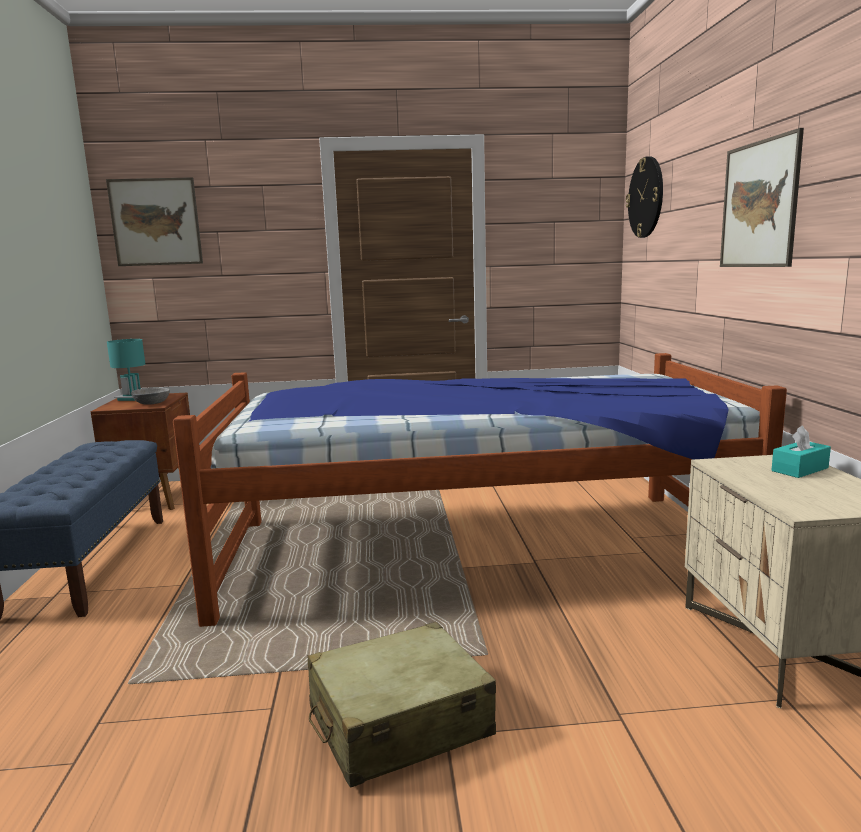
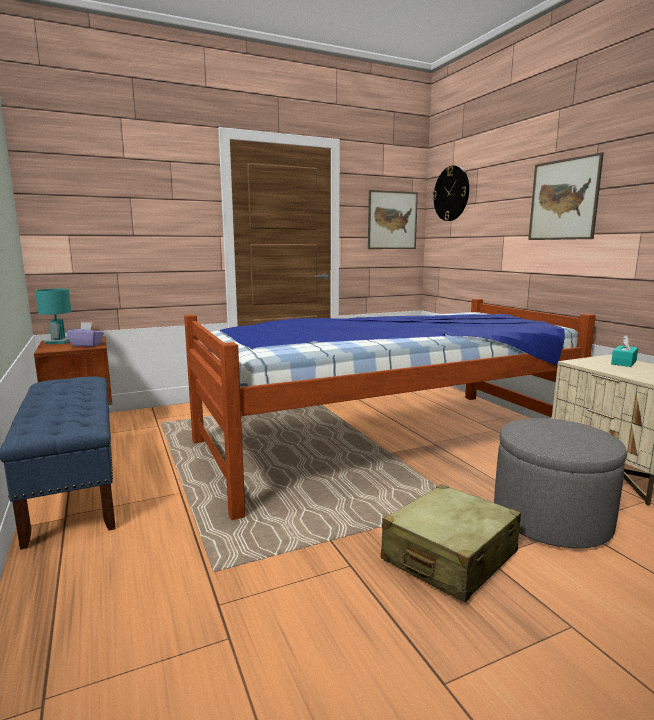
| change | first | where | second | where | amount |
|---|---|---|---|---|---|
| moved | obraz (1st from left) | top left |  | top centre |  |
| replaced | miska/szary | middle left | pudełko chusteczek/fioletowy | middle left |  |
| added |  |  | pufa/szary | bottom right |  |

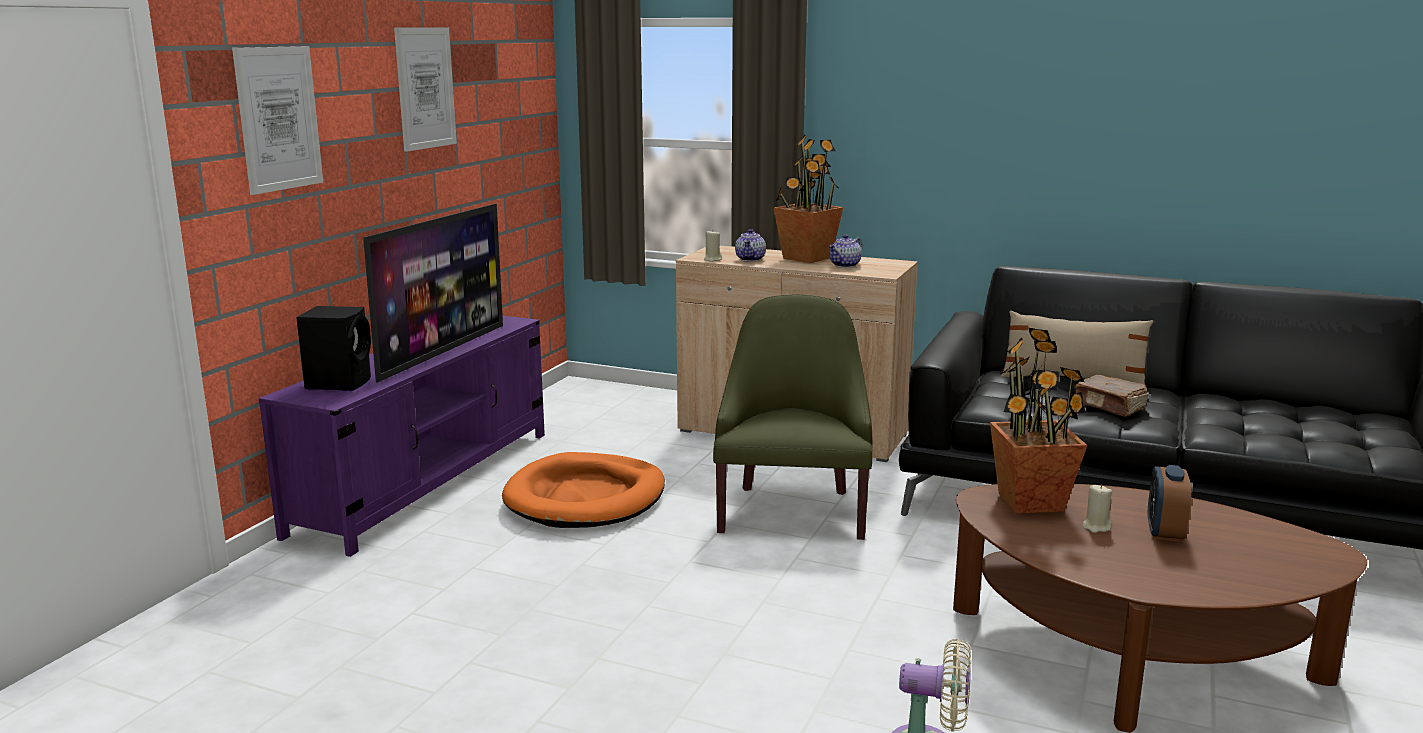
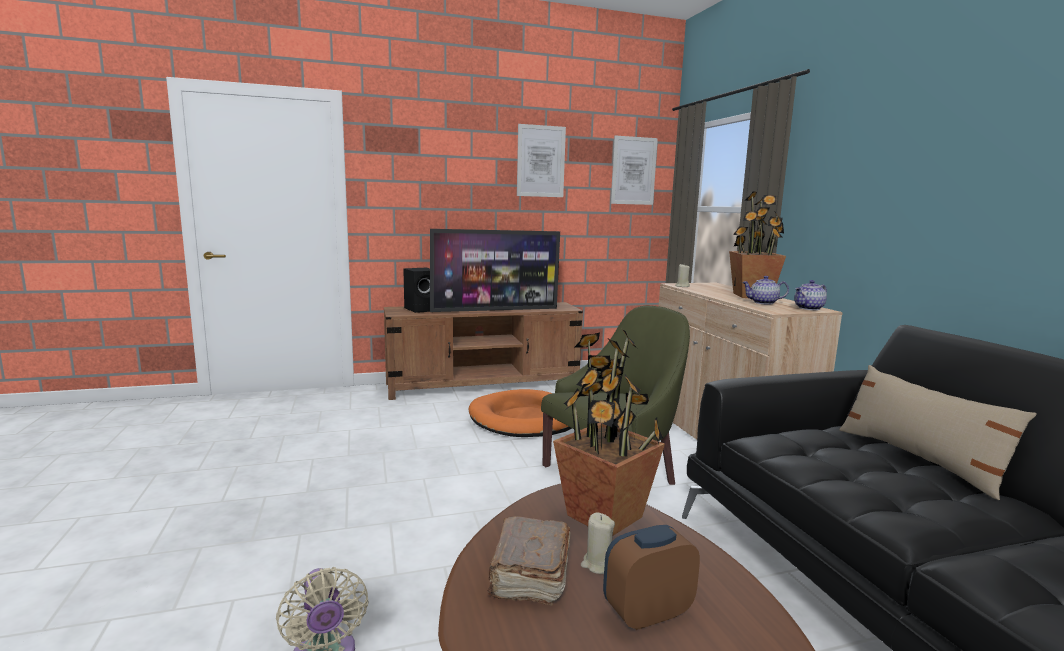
| change | first | where | second | where | amount |
|---|---|---|---|---|---|
| moved | obraz (1st from left in the first image) | top left | obraz (2nd from left) | top centre |  |
| recoloured | szafka pod telewizor/fioletowy | middle left | szafka pod telewizor/brązowy | centre |  |
| moved | imbryk (1st from left in the first image) | centre | imbryk (2nd from left) | middle right |  |
| moved | książka/brązowy | middle right |  | bottom centre |  |

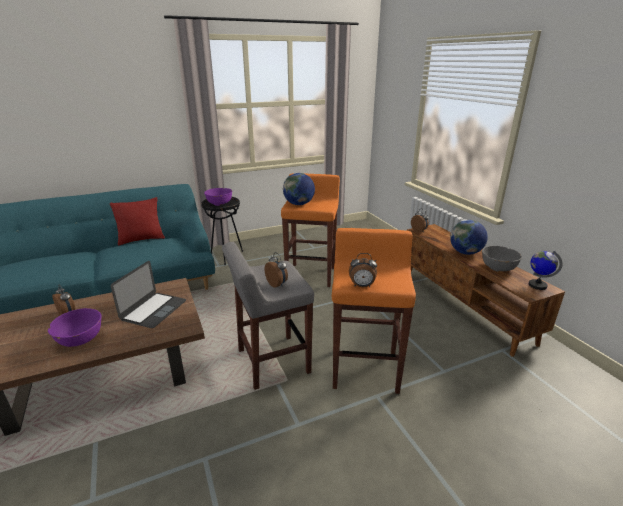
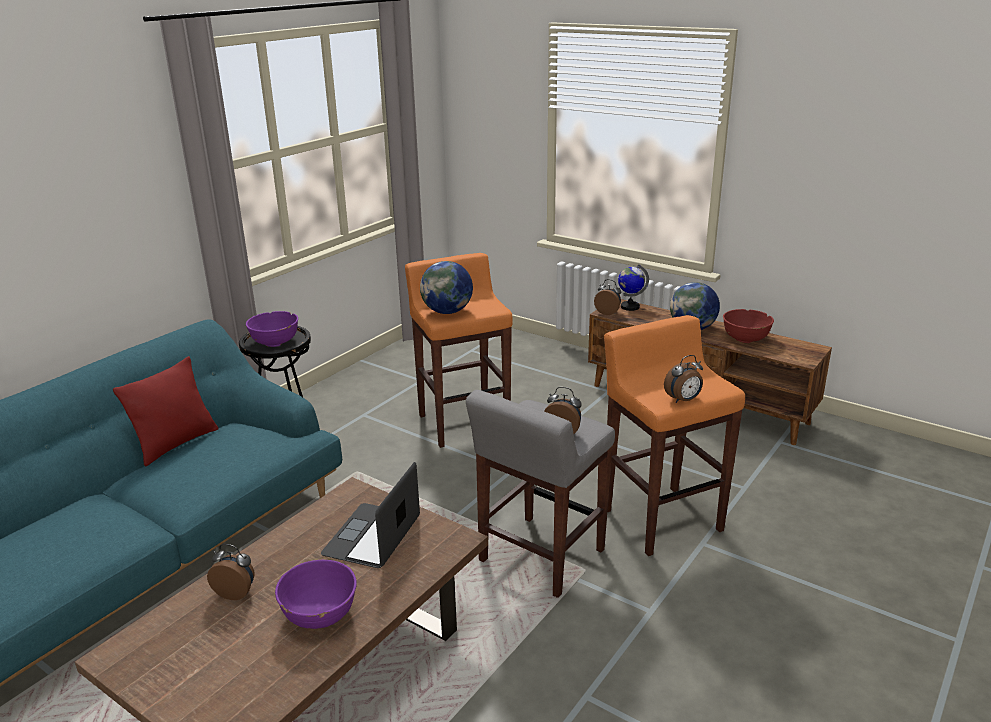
| change | first | where | second | where | amount |
|---|---|---|---|---|---|
| turned | laptop | middle left |  | bottom centre | 150 degrees counterclockwise |
| recoloured | miska/szary | middle right | miska/czerwony | middle right |  |
| moved | globus (3rd from left in the first image) | middle right | globus (2nd from left) | centre |  |

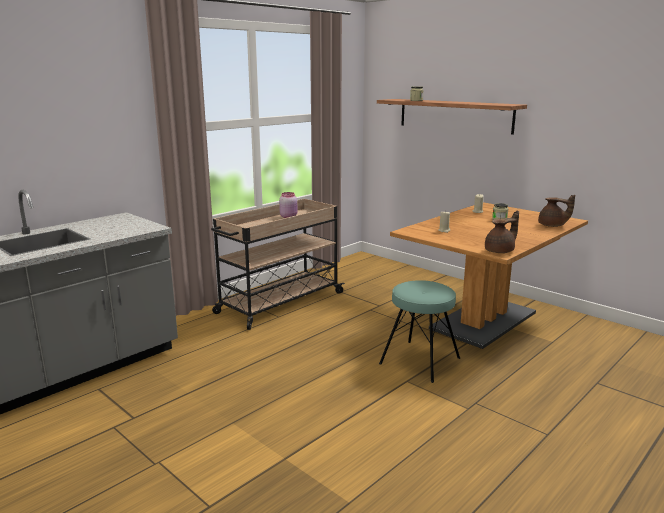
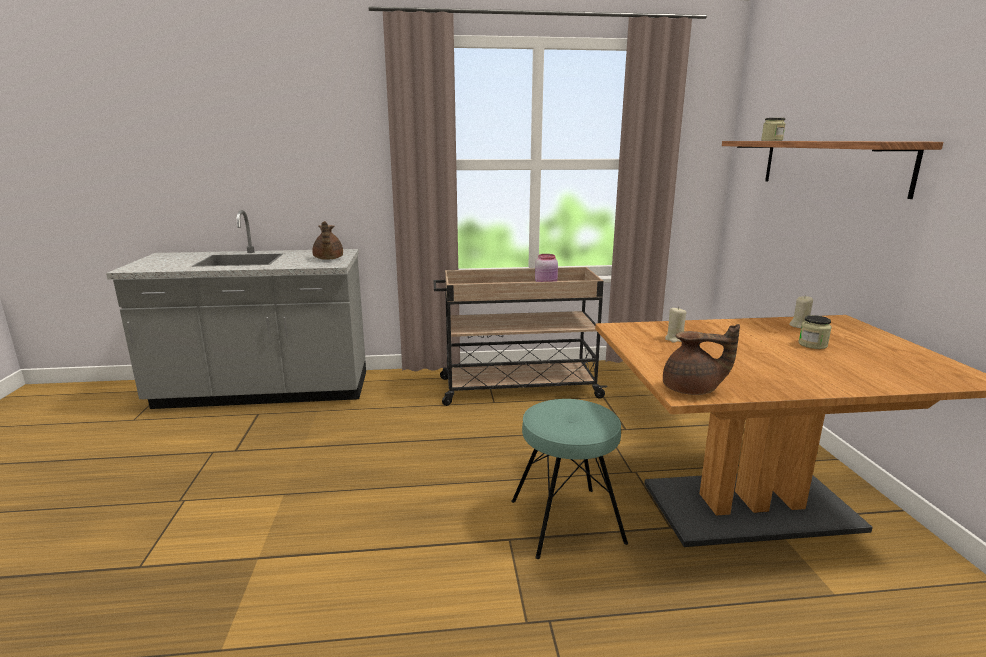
| change | first | where | second | where | amount |
|---|---|---|---|---|---|
| moved | imbryk/brązowy (2nd from left in the first image) | middle right | imbryk/brązowy (1st from left) | middle left |  |

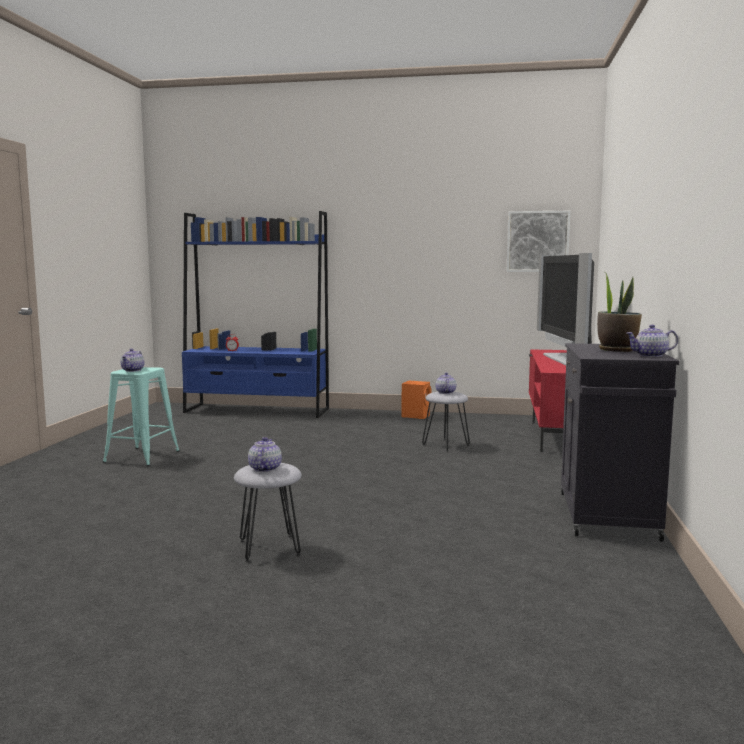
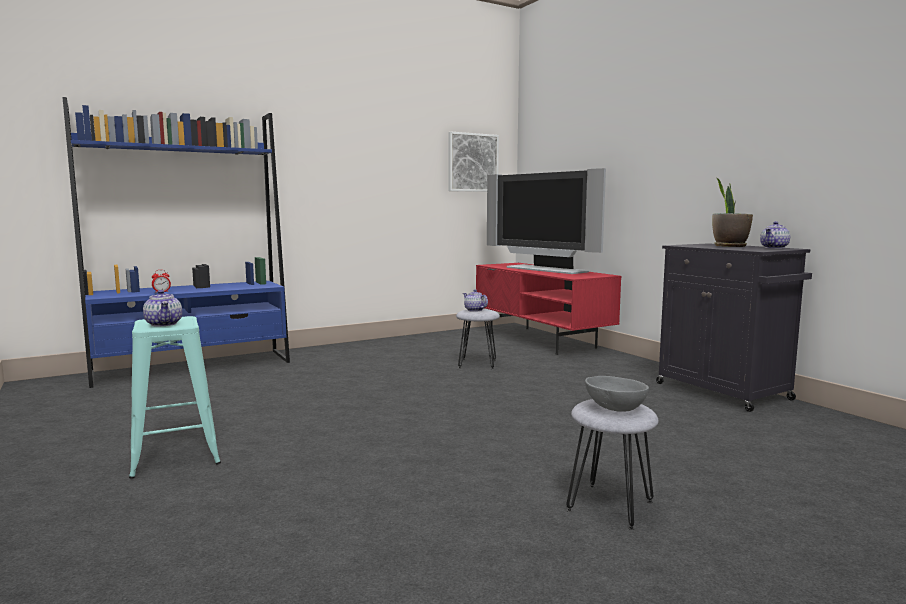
| change | first | where | second | where | amount |
|---|---|---|---|---|---|
| replaced | imbryk (2nd from left) | centre | miska/szary | middle right |  |
| removed | głośnik/pomarańczowy | centre |  |  |  |

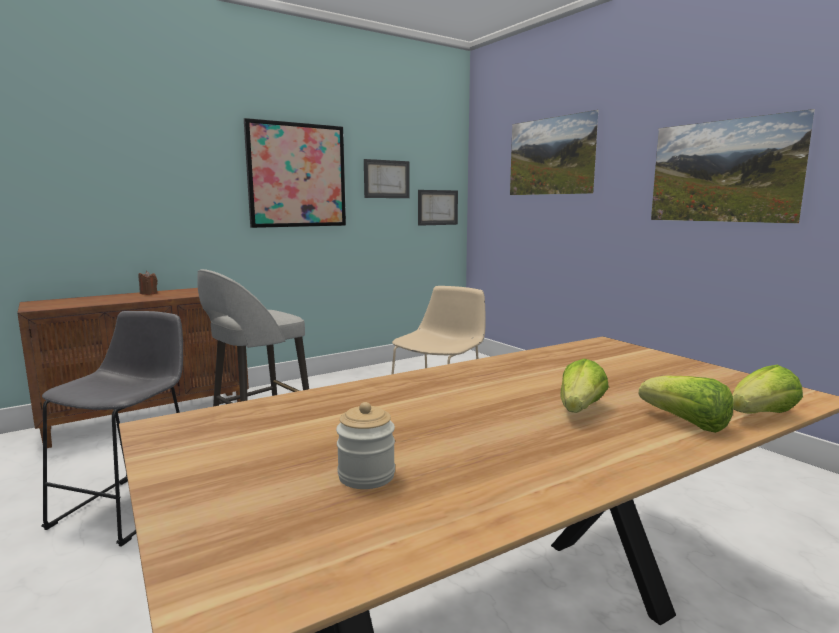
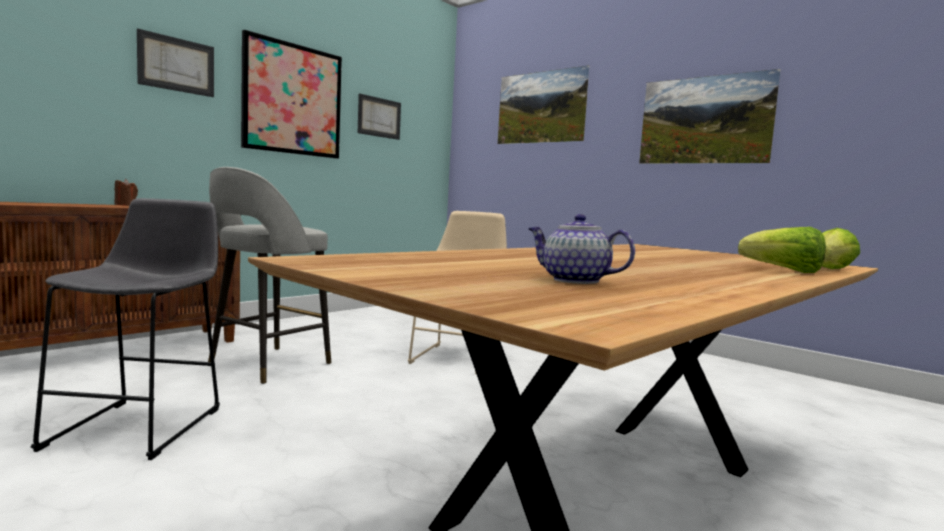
| change | first | where | second | where | amount |
|---|---|---|---|---|---|
| replaced | słoik | bottom centre | imbryk | centre |  |
| moved | obraz (3rd from left in the first image) | top centre | obraz (1st from left) | top left |  |
| removed | sałata (1st from left) | middle right |  |  |  |

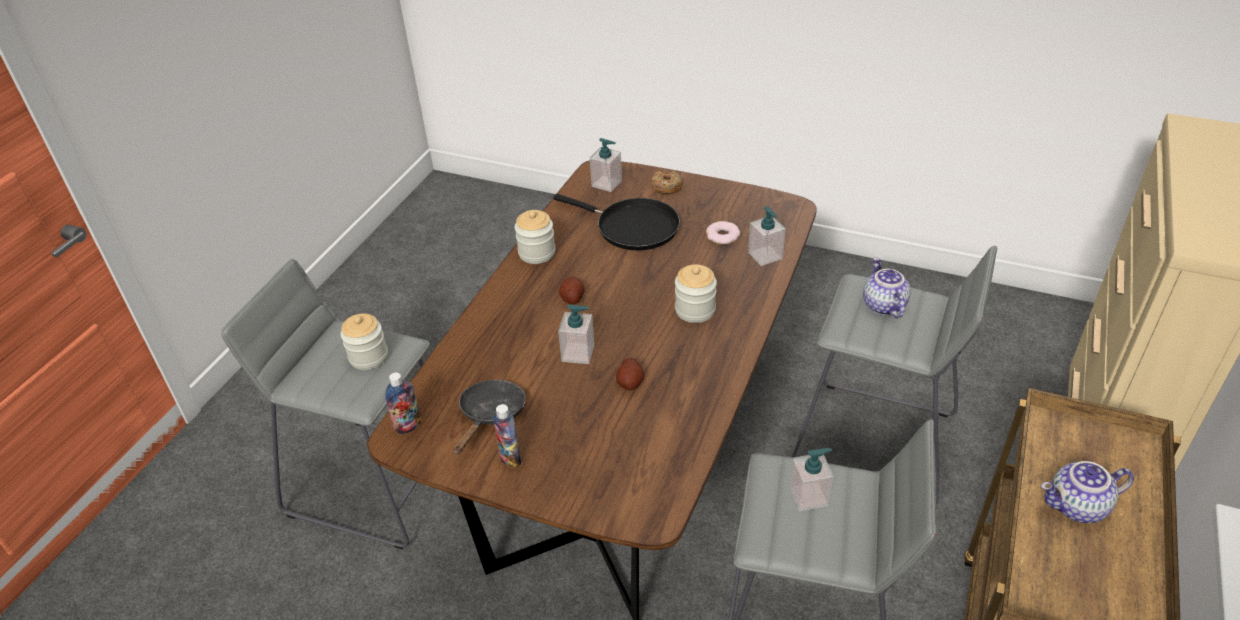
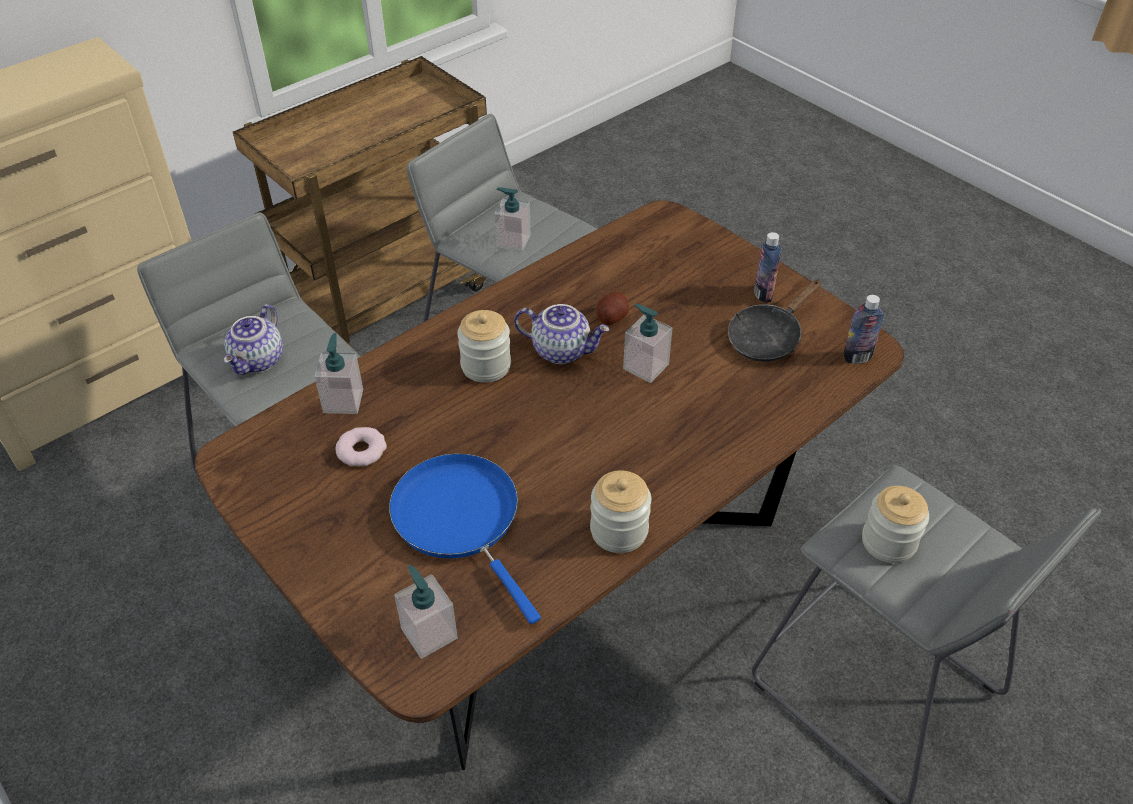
| change | first | where | second | where | amount |
|---|---|---|---|---|---|
| recoloured | patelnia/czarny (2nd from left) | centre | patelnia/niebieski | bottom centre |  |
| removed | ziemniak (1st from left) | centre |  |  |  |
| removed | donut (1st from left) | top centre |  |  |  |
| moved | imbryk (2nd from left) | bottom right |  | centre |  |

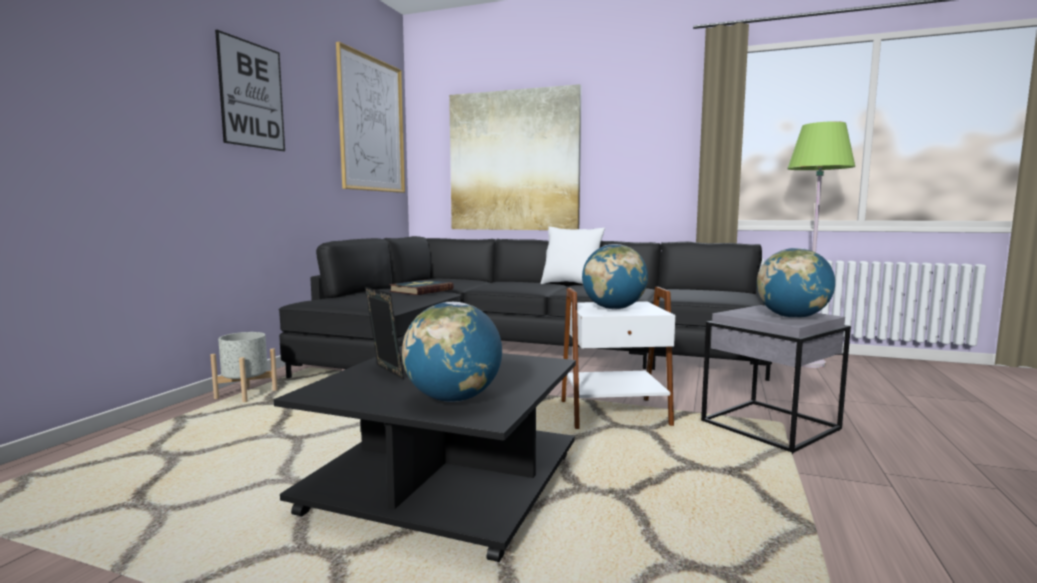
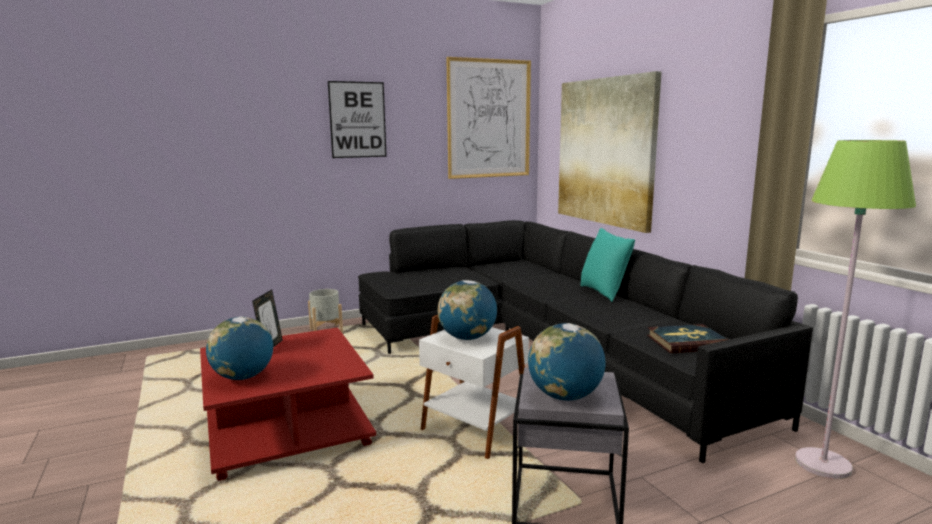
| change | first | where | second | where | amount |
|---|---|---|---|---|---|
| recoloured | ława/czarny | bottom centre | ława/czerwony | bottom left |  |
| moved | książka | centre |  | middle right |  |
| recoloured | poduszka/biały | centre | poduszka/turkusowy | centre |  |

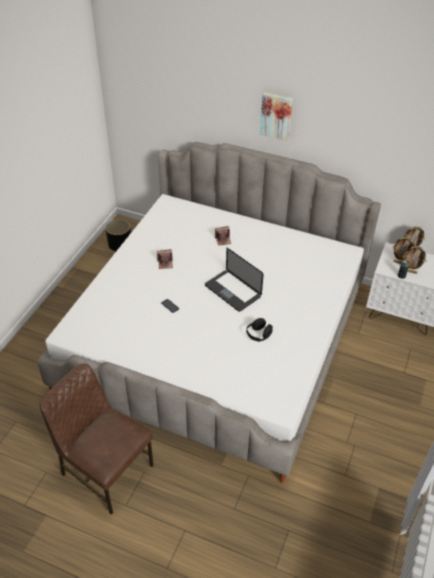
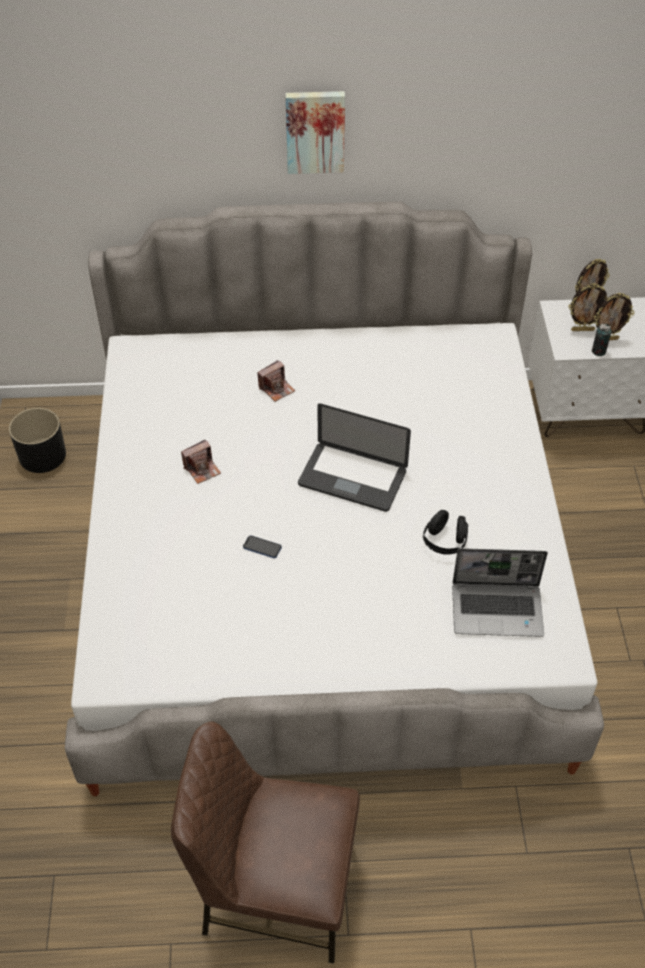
| change | first | where | second | where | amount |
|---|---|---|---|---|---|
| added |  |  | laptop (2nd from left) | middle right |  |

